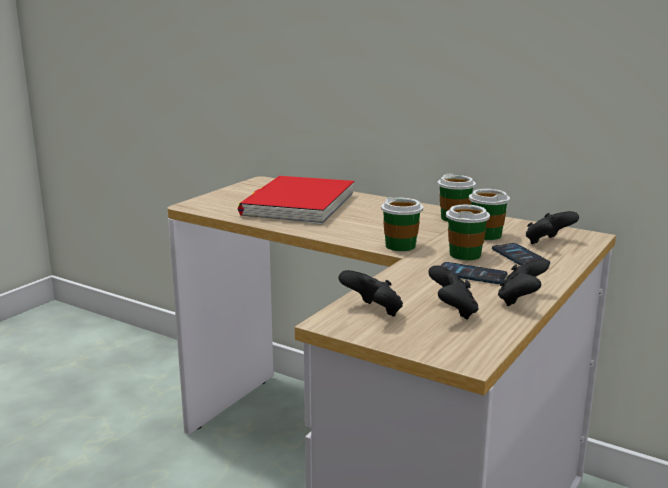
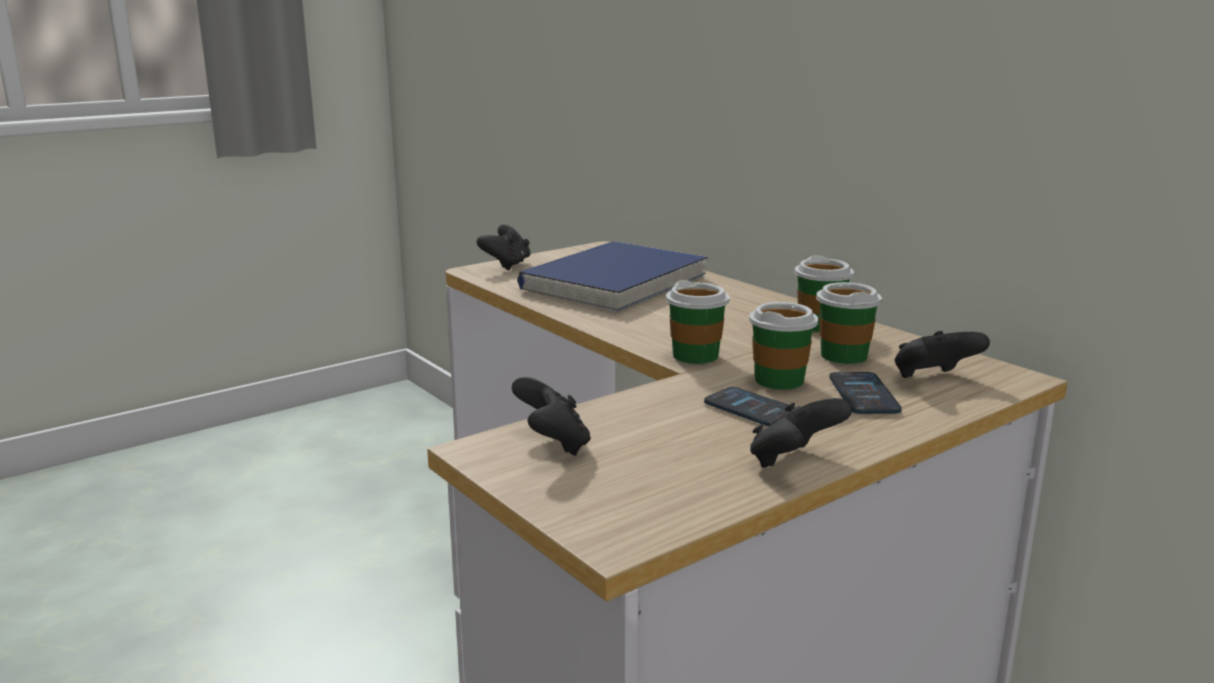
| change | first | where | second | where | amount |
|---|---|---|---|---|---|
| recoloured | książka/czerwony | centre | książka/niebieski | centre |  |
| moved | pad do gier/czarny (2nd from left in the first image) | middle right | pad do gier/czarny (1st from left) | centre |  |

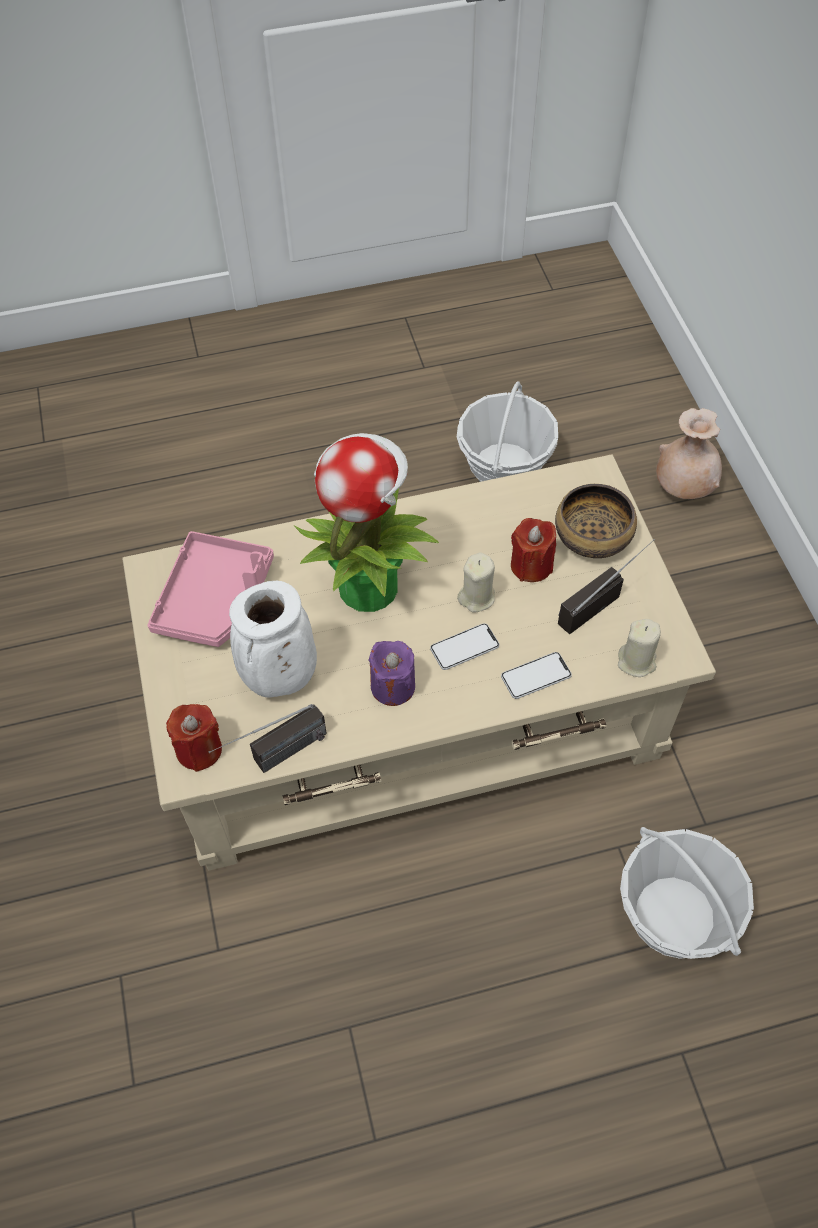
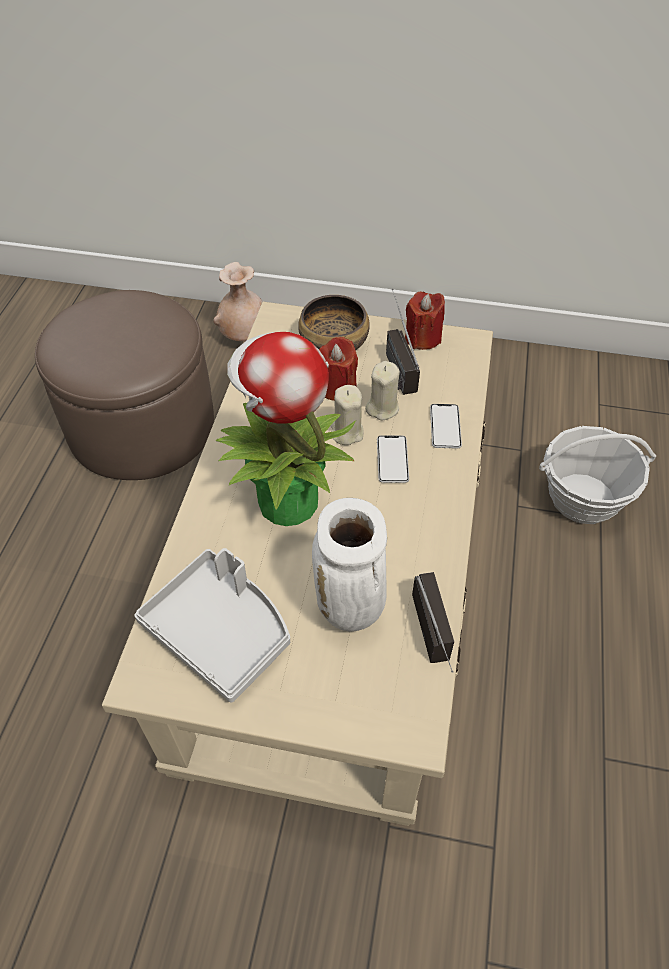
| change | first | where | second | where | amount |
|---|---|---|---|---|---|
| recoloured | taca/różowy | middle left | taca/szary | middle left |  |
| moved | świeca/czerwony (1st from left in the first image) | middle left | świeca/czerwony (2nd from left) | top centre |  |
| removed | świeca/fioletowy | centre |  |  |  |
| replaced | koszyk (1st from left) | centre | pufa/brązowy | middle left |  |
| moved | świeca/beżowy (2nd from left) | middle right |  | centre |  |

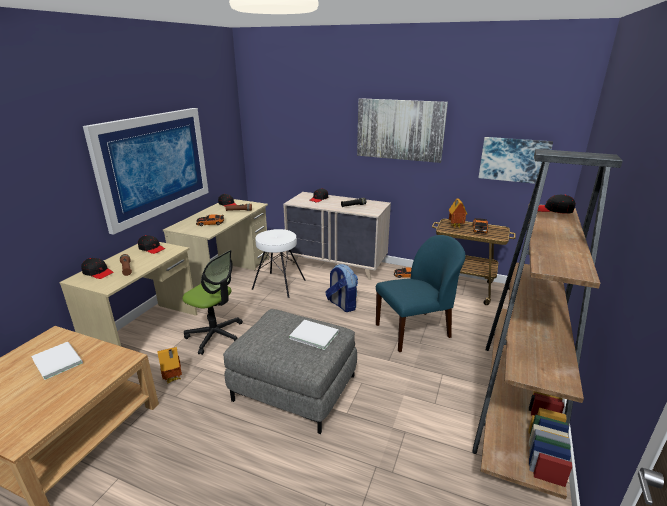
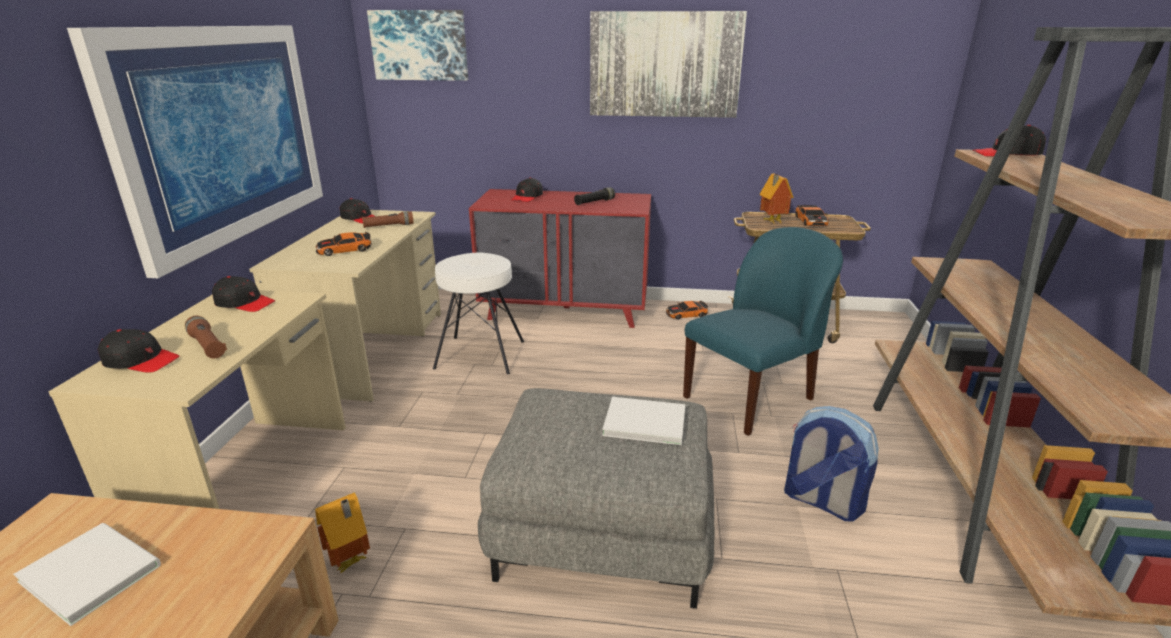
| change | first | where | second | where | amount |
|---|---|---|---|---|---|
| removed | krzesło biurowe | middle left |  |  |  |
| recoloured | komoda/beżowy | centre | komoda/czerwony | centre |  |
| moved | plecak | centre |  | bottom right |  |
| moved | obraz (3rd from left in the first image) | top right | obraz (2nd from left) | top centre |  |

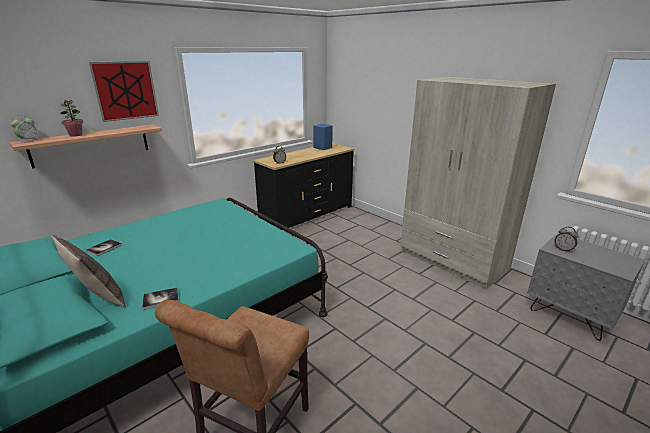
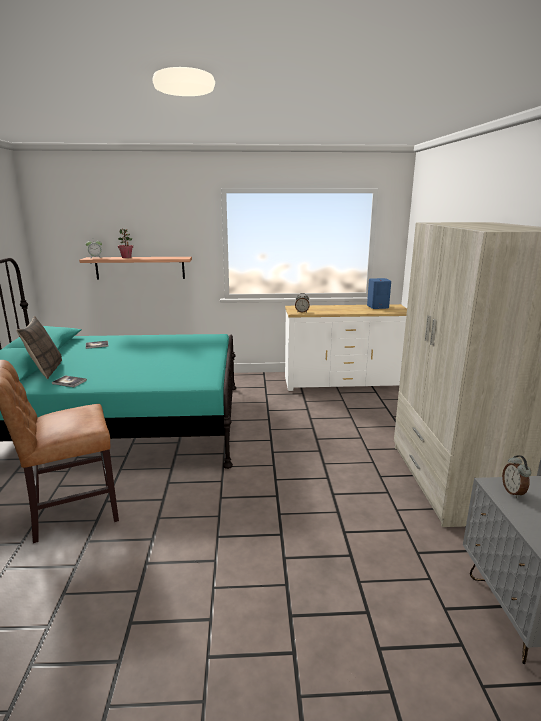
| change | first | where | second | where | amount |
|---|---|---|---|---|---|
| removed | obraz | top left |  |  |  |
| recoloured | komoda/czarny | centre | komoda/biały | centre |  |

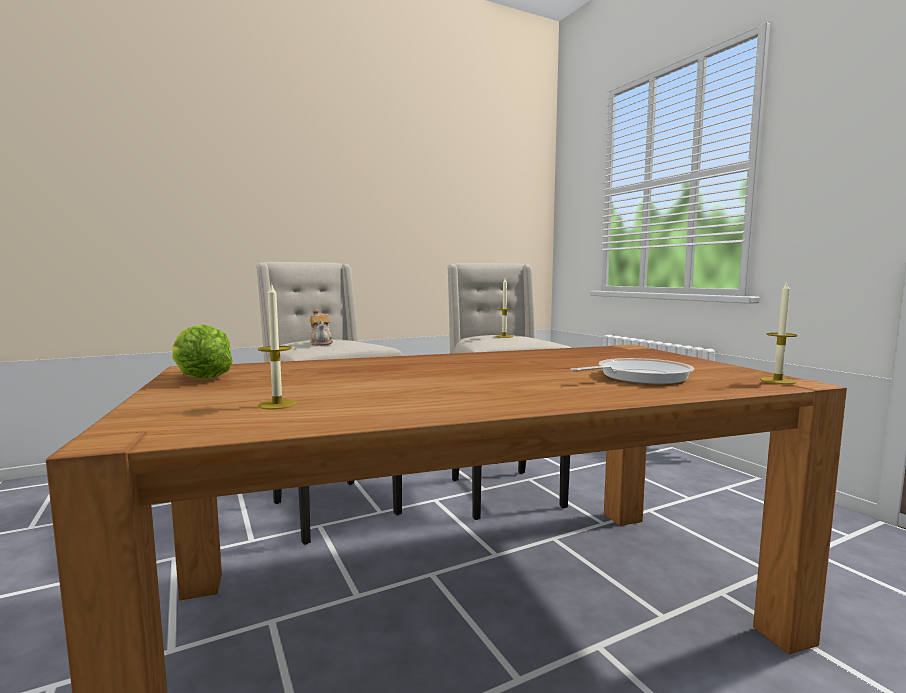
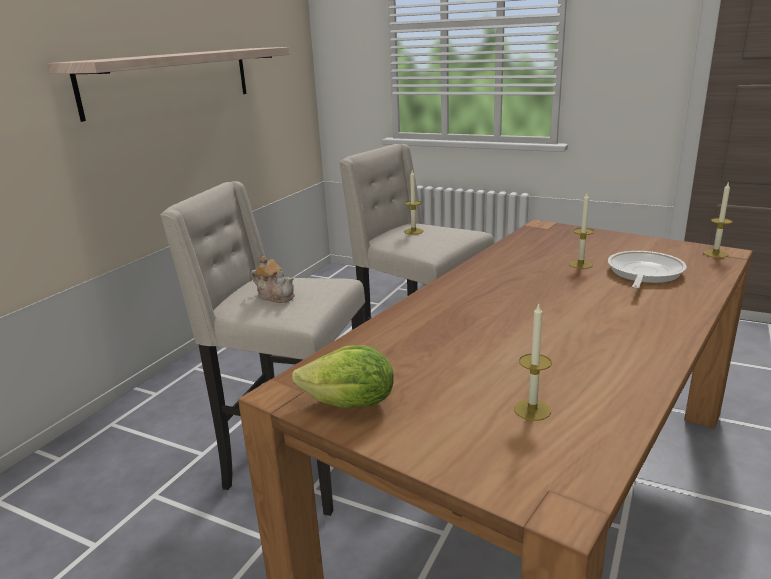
| change | first | where | second | where | amount |
|---|---|---|---|---|---|
| added |  |  | półka | top left |  |
| added |  |  | świeca (3rd from left) | middle right |  |

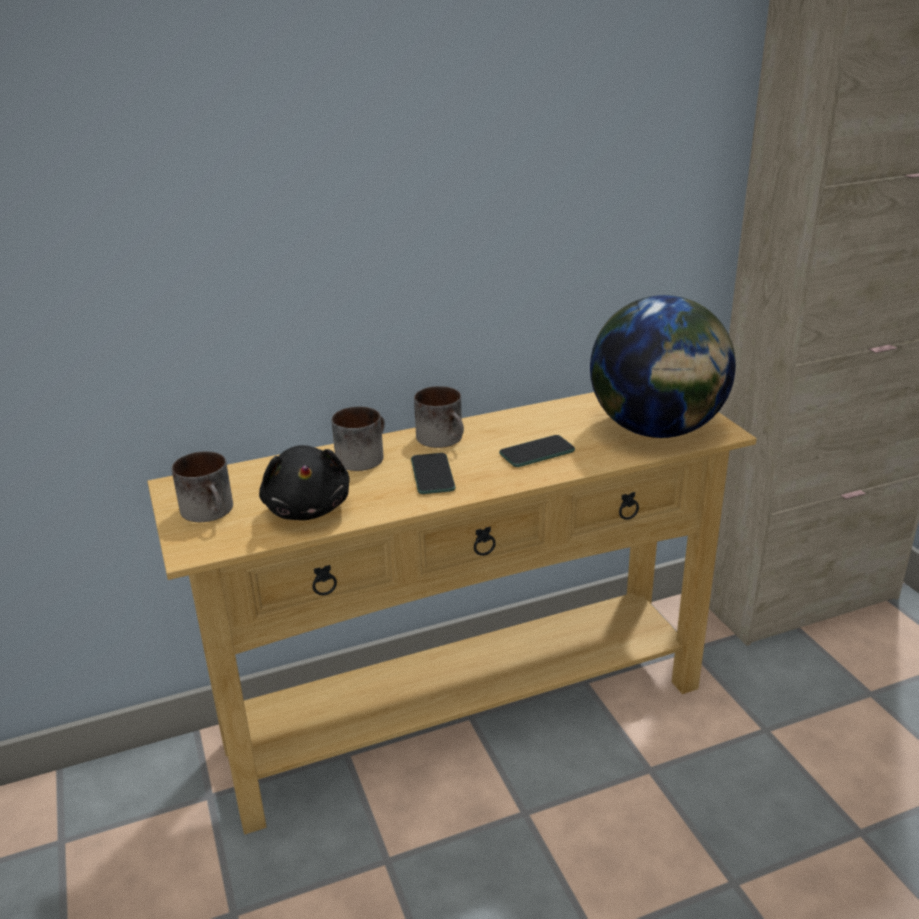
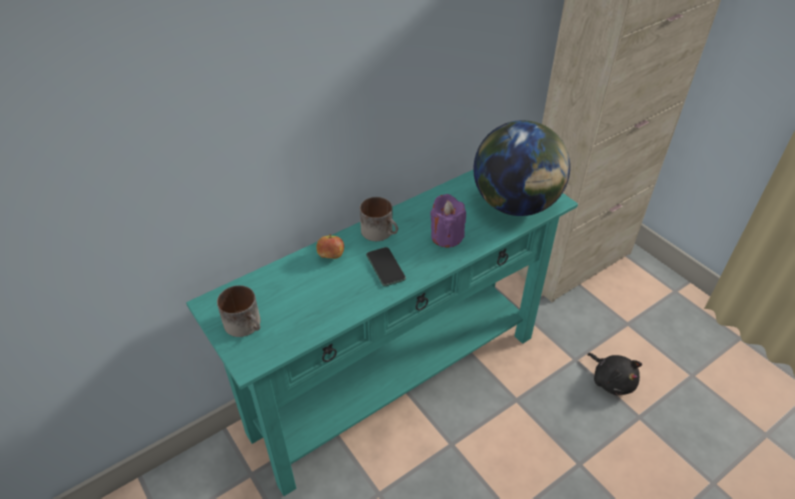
| change | first | where | second | where | amount |
|---|---|---|---|---|---|
| recoloured | stolik konsolowy/beżowy | bottom centre | stolik konsolowy/turkusowy | bottom centre |  |
| moved | pluszak/czarny | middle left |  | bottom right |  |
| replaced | kubek (2nd from left) | centre | jabłko | centre |  |
| replaced | telefon (2nd from left) | centre | świeca/fioletowy | centre |  |

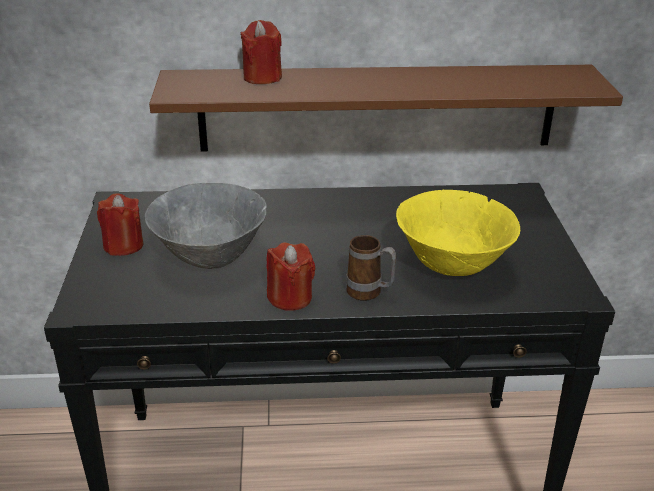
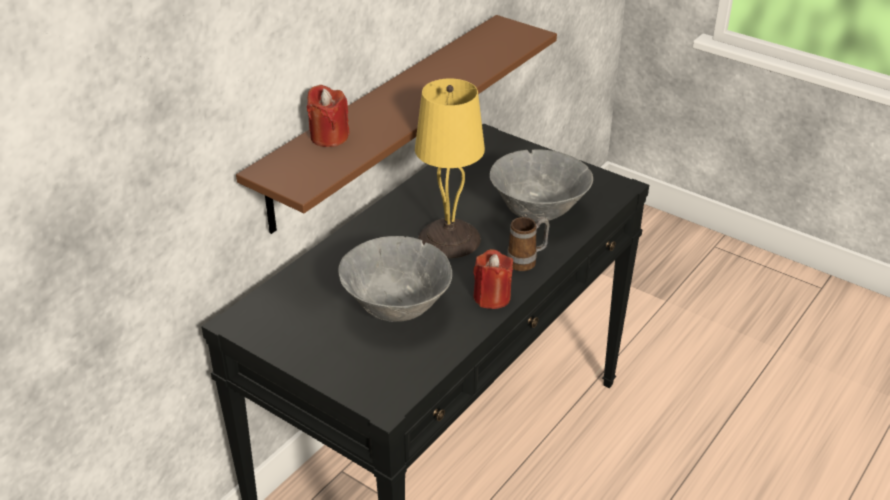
| change | first | where | second | where | amount |
|---|---|---|---|---|---|
| removed | świeca/czerwony (1st from left) | middle left |  |  |  |
| recoloured | miska/żółty | middle right | miska/szary (2nd from left) | centre |  |
| added |  |  | lampa stołowa/żółty | centre |  |

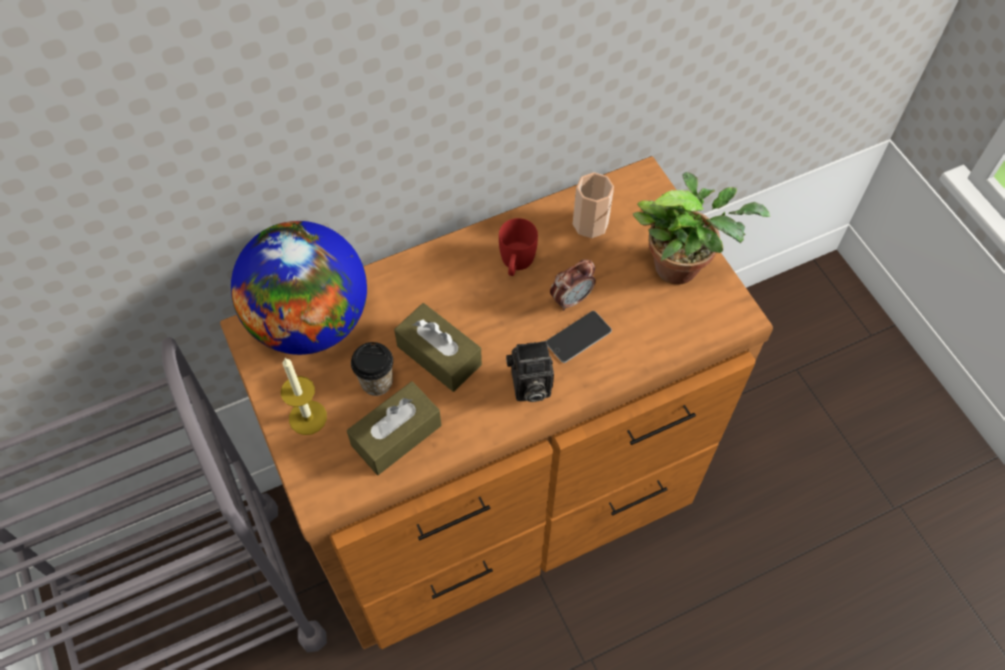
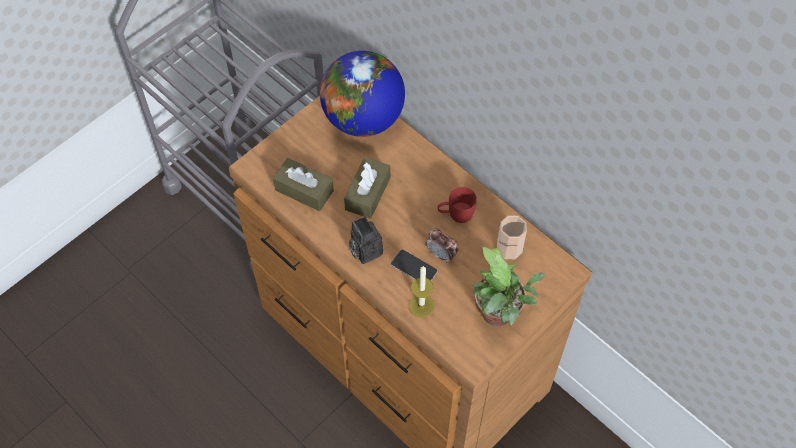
| change | first | where | second | where | amount |
|---|---|---|---|---|---|
| moved | świeca | middle left |  | centre |  |
| removed | filiżanka (1st from left) | centre |  |  |  |

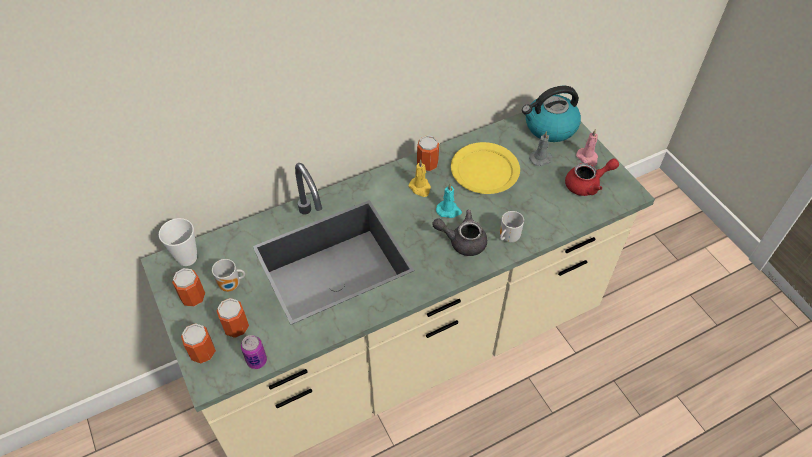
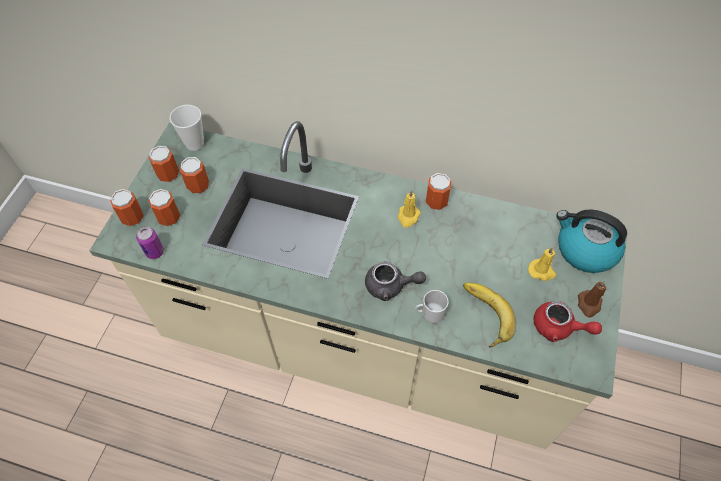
| change | first | where | second | where | amount |
|---|---|---|---|---|---|
| replaced | kubek (1st from left) | middle left | puszka (5th from left) | middle left |  |
| turned | imbryk/szary | centre |  | centre | 135 degrees clockwise |
| removed | świeca/turkusowy | centre |  |  |  |
| removed | talerz/żółty | centre |  |  |  |
| recoloured | świeca/szary | top centre | świeca/żółty (2nd from left) | middle right |  |
| recoloured | świeca/różowy | top right | świeca/brązowy | middle right |  |
| added |  |  | banan | middle right |  |

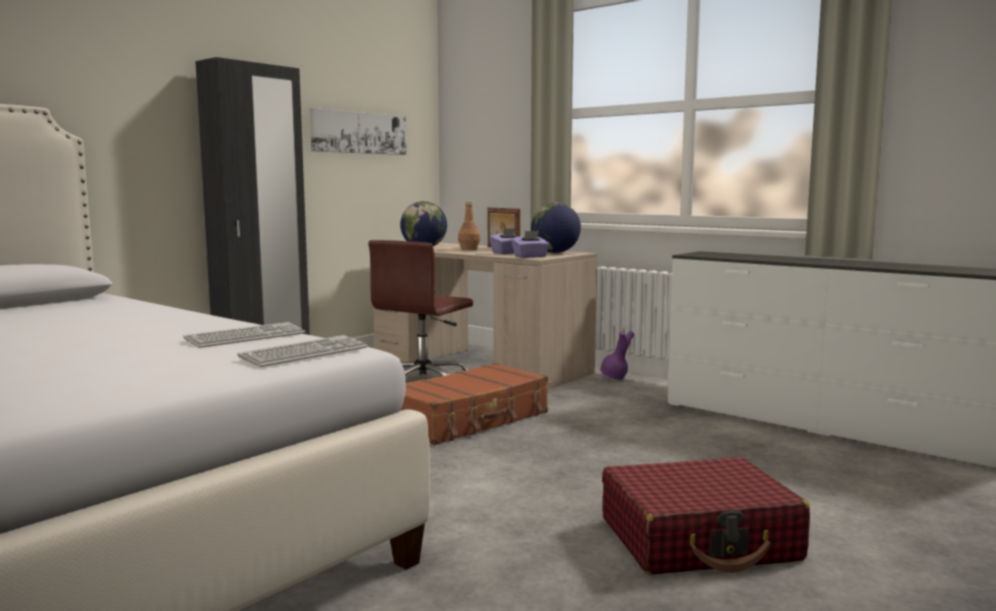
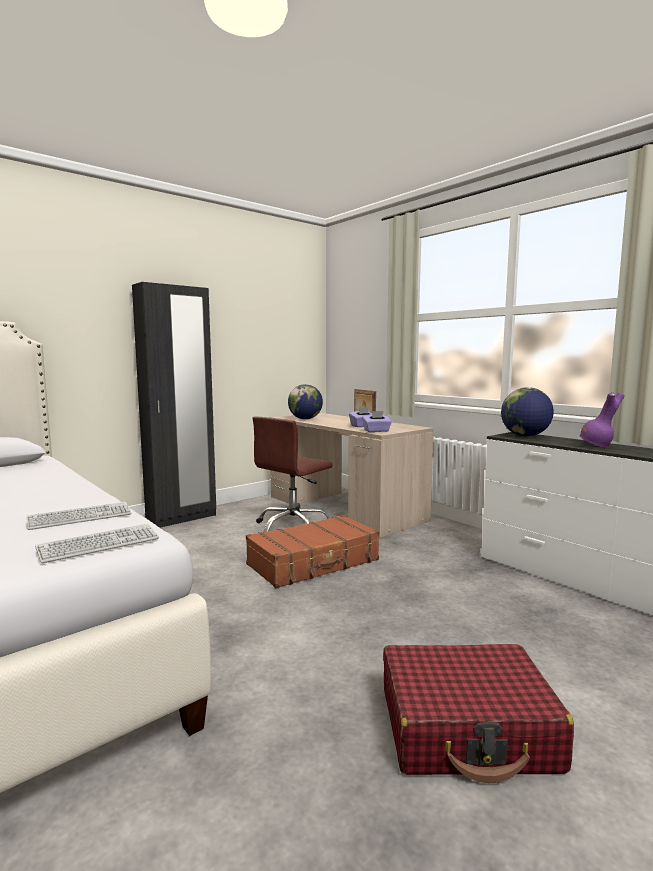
| change | first | where | second | where | amount |
|---|---|---|---|---|---|
| removed | obraz | top centre |  |  |  |
| removed | butelka/brązowy | centre |  |  |  |
| moved | globus (2nd from left) | centre |  | middle right |  |
| moved | wazon/fioletowy | centre |  | middle right |  |

